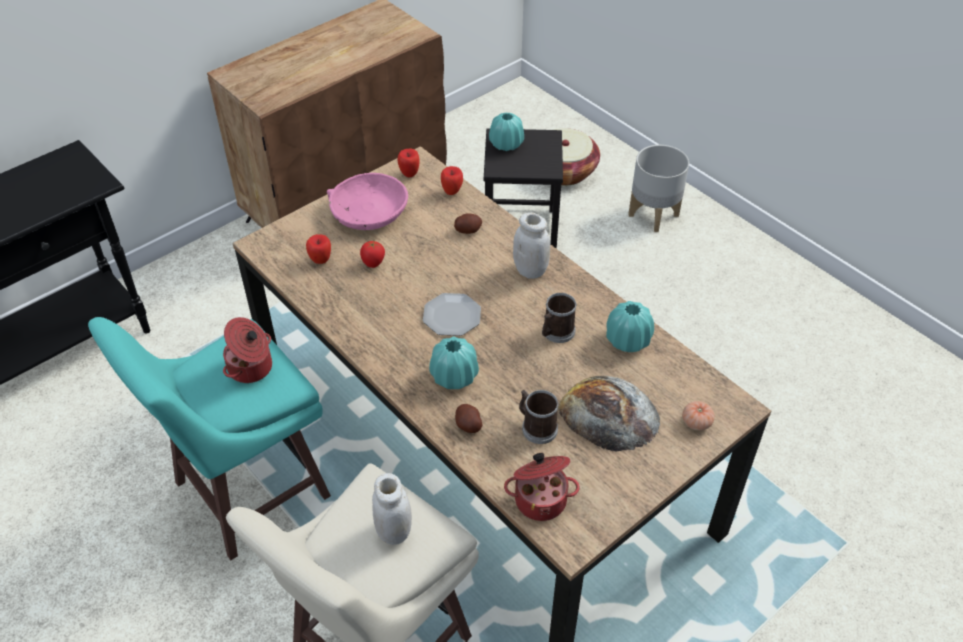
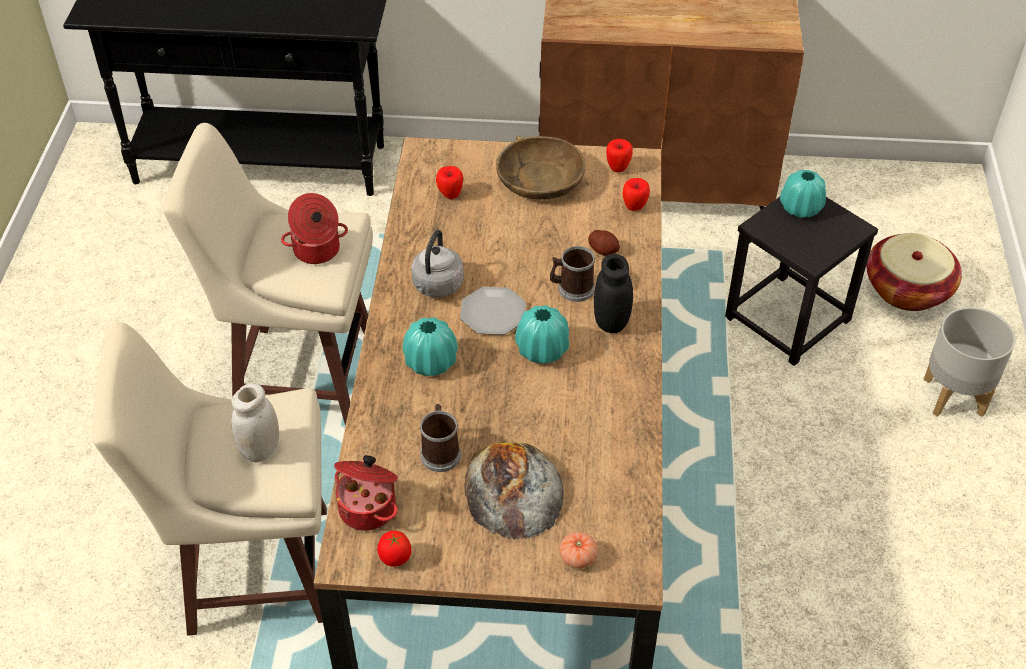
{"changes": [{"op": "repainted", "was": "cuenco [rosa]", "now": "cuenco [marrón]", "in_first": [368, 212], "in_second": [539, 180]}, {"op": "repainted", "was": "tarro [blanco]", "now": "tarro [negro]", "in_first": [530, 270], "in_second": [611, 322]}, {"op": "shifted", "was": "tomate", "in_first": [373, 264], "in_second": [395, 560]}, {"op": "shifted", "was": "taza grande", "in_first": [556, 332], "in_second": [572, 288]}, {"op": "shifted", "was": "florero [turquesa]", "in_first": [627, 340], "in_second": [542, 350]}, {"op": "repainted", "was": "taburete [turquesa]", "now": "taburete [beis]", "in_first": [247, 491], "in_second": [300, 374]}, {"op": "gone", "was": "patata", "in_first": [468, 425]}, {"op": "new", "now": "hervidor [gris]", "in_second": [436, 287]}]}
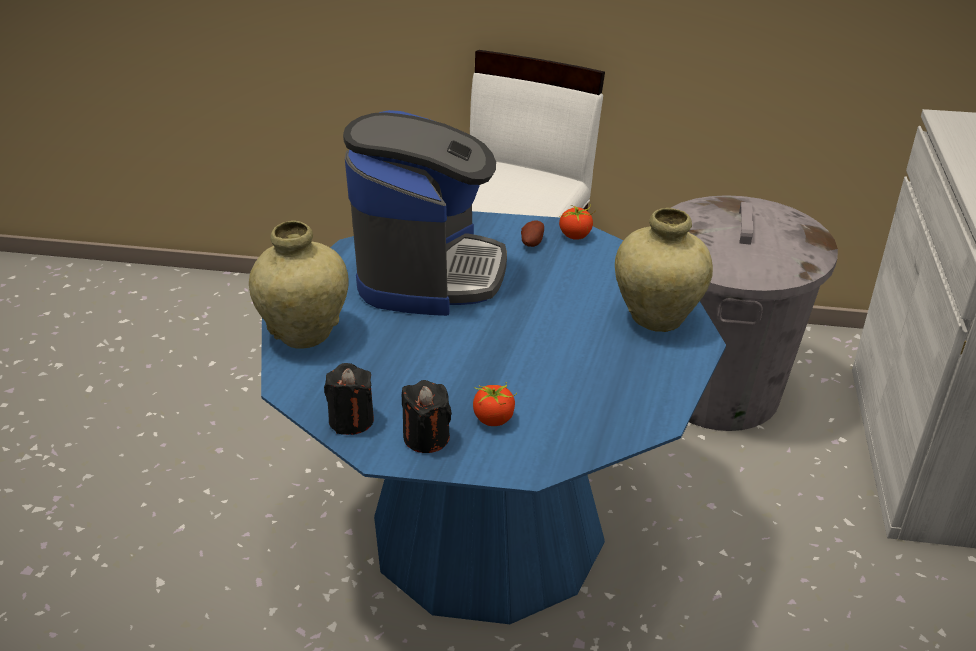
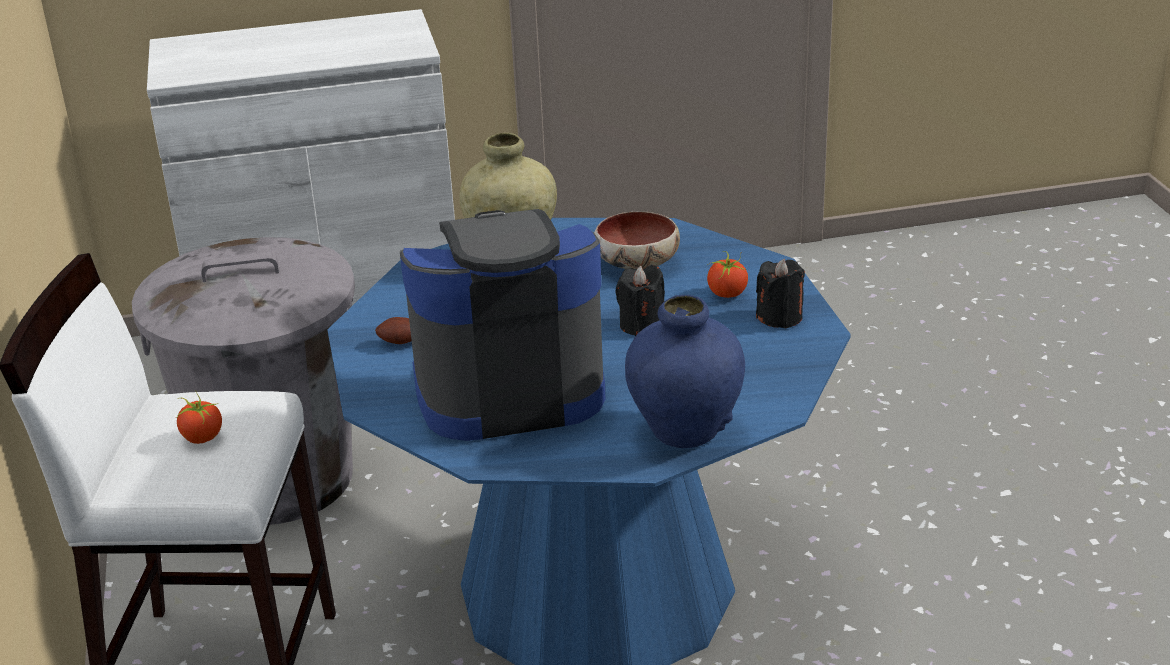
{"changes": [{"op": "shifted", "was": "tomate", "in_first": [575, 235], "in_second": [202, 437]}, {"op": "repainted", "was": "florero [beis]", "now": "florero [azul]", "in_first": [306, 333], "in_second": [685, 431]}, {"op": "shifted", "was": "vela [negro]", "in_first": [351, 420], "in_second": [642, 325]}, {"op": "new", "now": "cuenco", "in_second": [635, 265]}]}
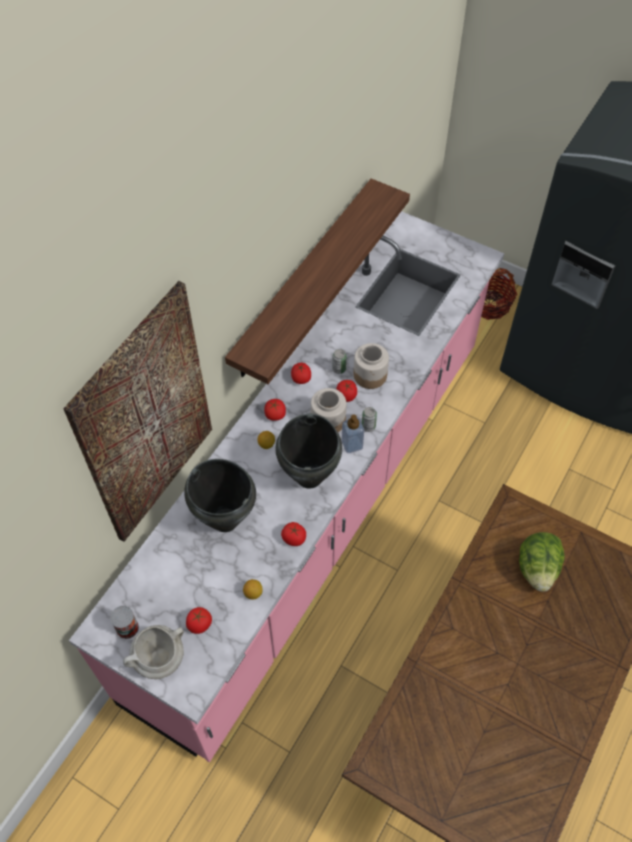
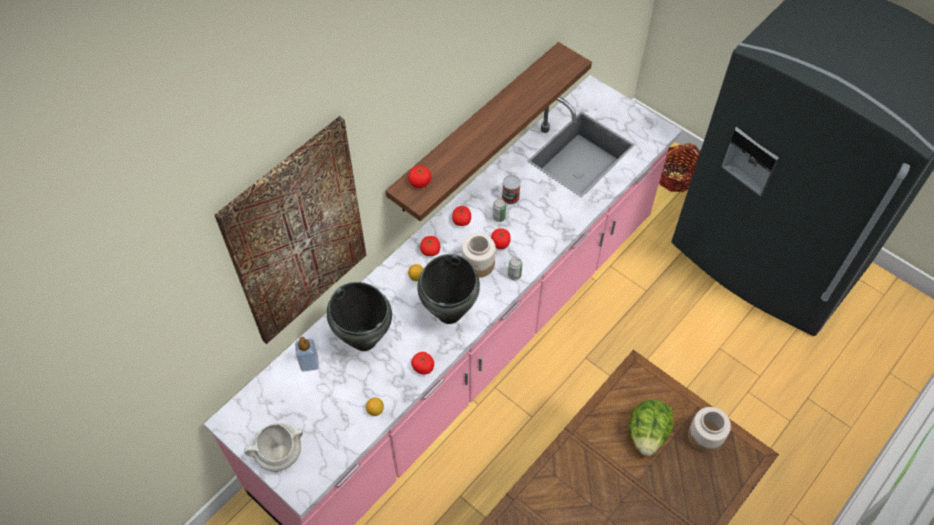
{"changes": [{"op": "shifted", "was": "tarro", "in_first": [370, 375], "in_second": [705, 436]}, {"op": "shifted", "was": "dispensador de jabón", "in_first": [352, 444], "in_second": [309, 363]}, {"op": "shifted", "was": "lata", "in_first": [127, 628], "in_second": [510, 197]}, {"op": "shifted", "was": "tomate", "in_first": [199, 624], "in_second": [420, 182]}]}
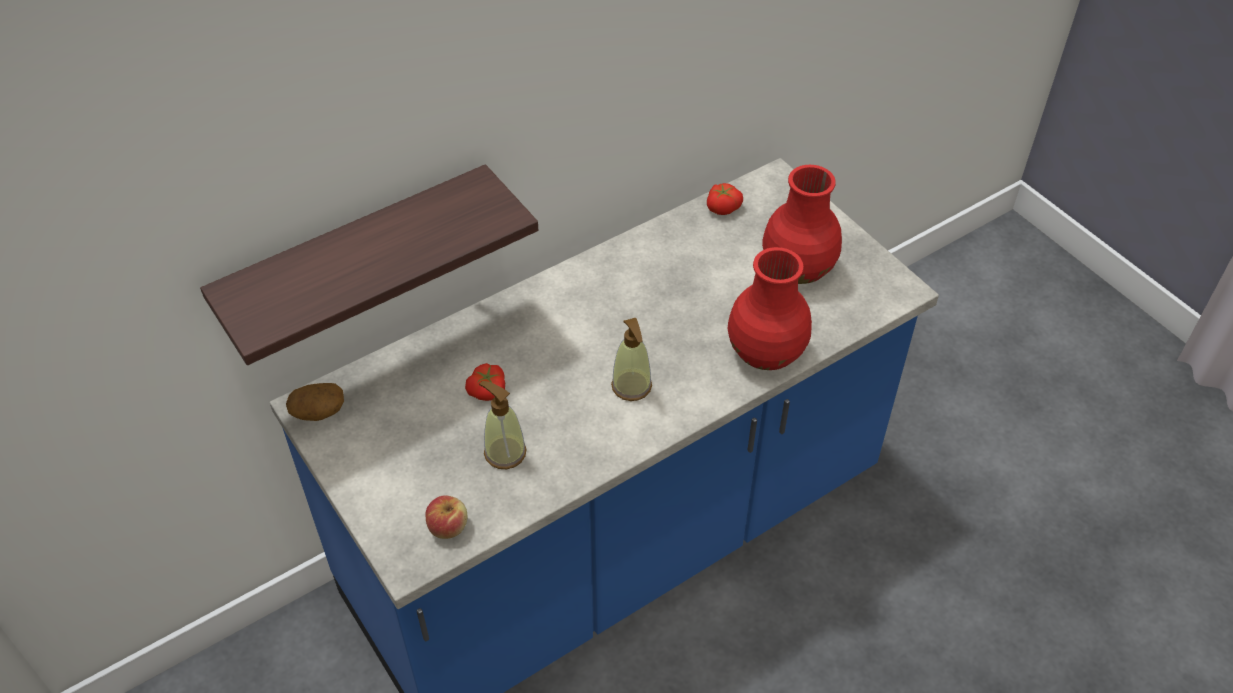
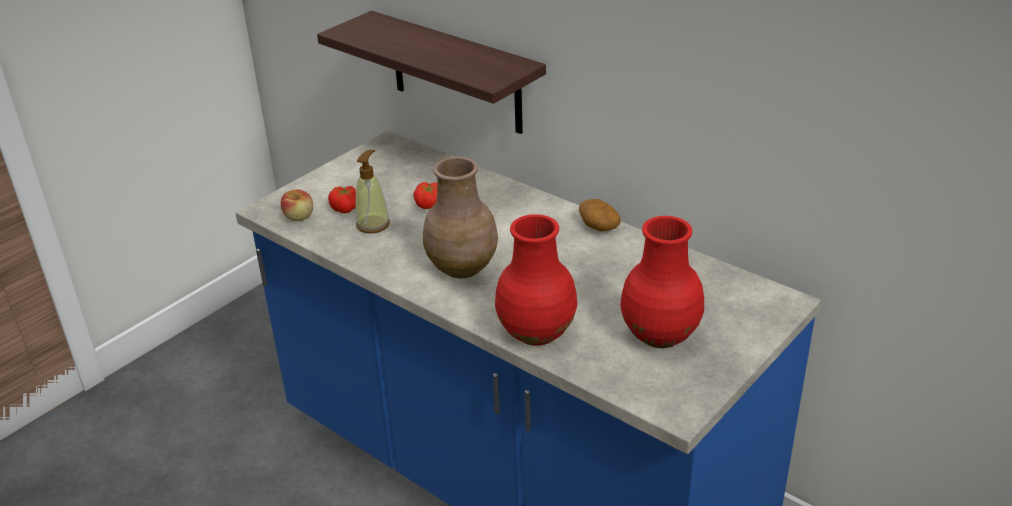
{"changes": [{"op": "shifted", "was": "tomate", "in_first": [722, 207], "in_second": [346, 208]}, {"op": "swapped", "was": "dispensador de jabón", "now": "florero [marrón]", "in_first": [631, 386], "in_second": [463, 267]}, {"op": "shifted", "was": "patata", "in_first": [318, 411], "in_second": [598, 226]}]}
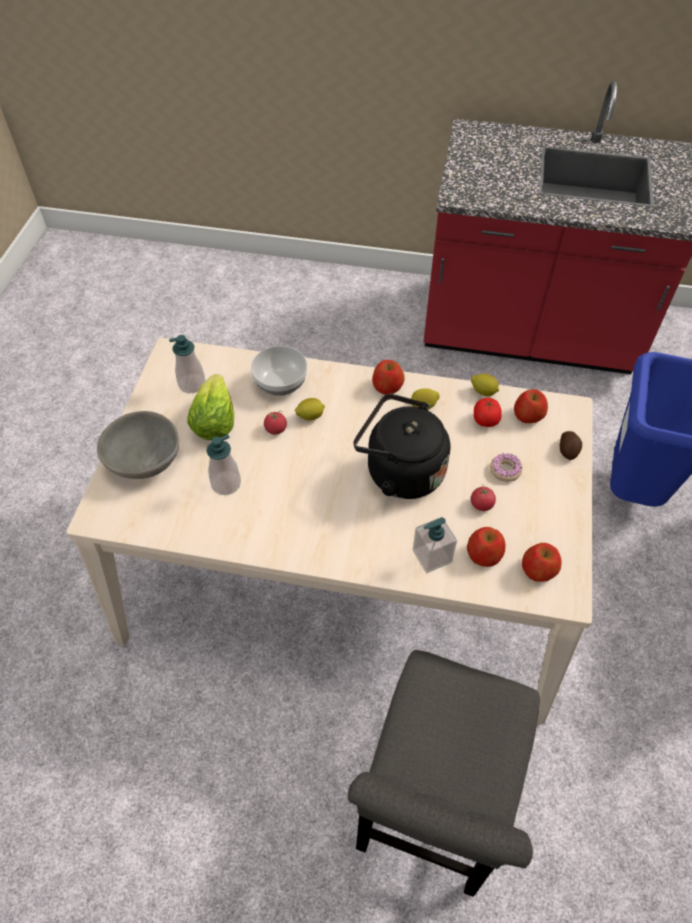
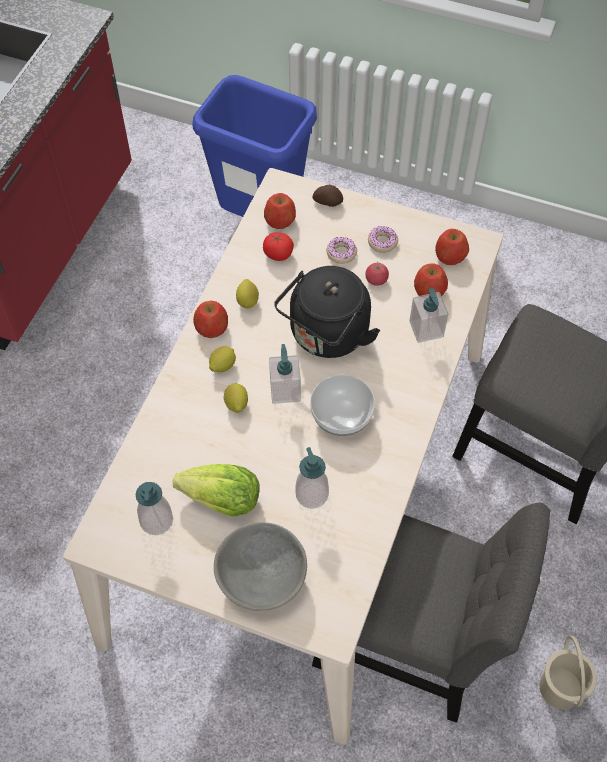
{"changes": [{"op": "shifted", "was": "cuenco", "in_first": [281, 382], "in_second": [341, 416]}, {"op": "shifted", "was": "limón", "in_first": [483, 391], "in_second": [222, 365]}, {"op": "gone", "was": "tomate", "in_first": [276, 429]}, {"op": "new", "now": "rosquilla", "in_second": [382, 242]}, {"op": "new", "now": "dispensador de jabón", "in_second": [285, 390]}, {"op": "new", "now": "silla [gris]", "in_second": [410, 645]}, {"op": "new", "now": "cubo [beis]", "in_second": [561, 687]}]}
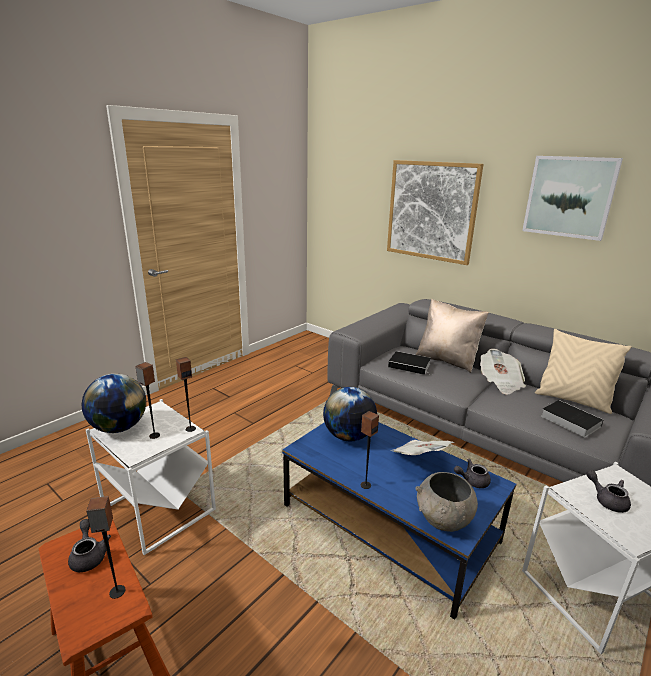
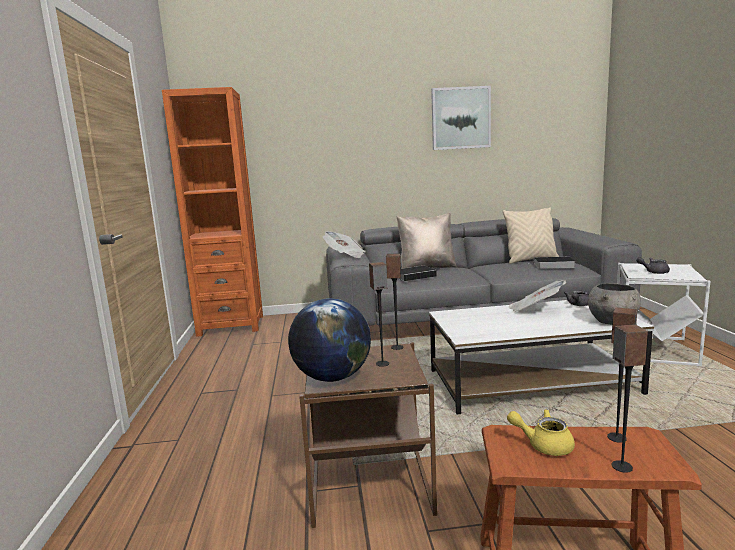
{"changes": [{"op": "gone", "was": "cuadro", "in_first": [431, 211]}, {"op": "shifted", "was": "periódico", "in_first": [500, 383], "in_second": [345, 256]}, {"op": "gone", "was": "globo terráqueo", "in_first": [349, 436]}, {"op": "repainted", "was": "mesa auxiliar [blanco]", "now": "mesa auxiliar [marrón]", "in_first": [159, 510], "in_second": [371, 486]}, {"op": "shifted", "was": "altavoz", "in_first": [365, 485], "in_second": [621, 466]}, {"op": "repainted", "was": "mesa de centro [azul]", "now": "mesa de centro [blanco]", "in_first": [390, 524], "in_second": [532, 382]}, {"op": "repainted", "was": "tetera [gris]", "now": "tetera [amarillo]", "in_first": [89, 555], "in_second": [543, 445]}, {"op": "new", "now": "estantería [naranja]", "in_second": [231, 325]}]}
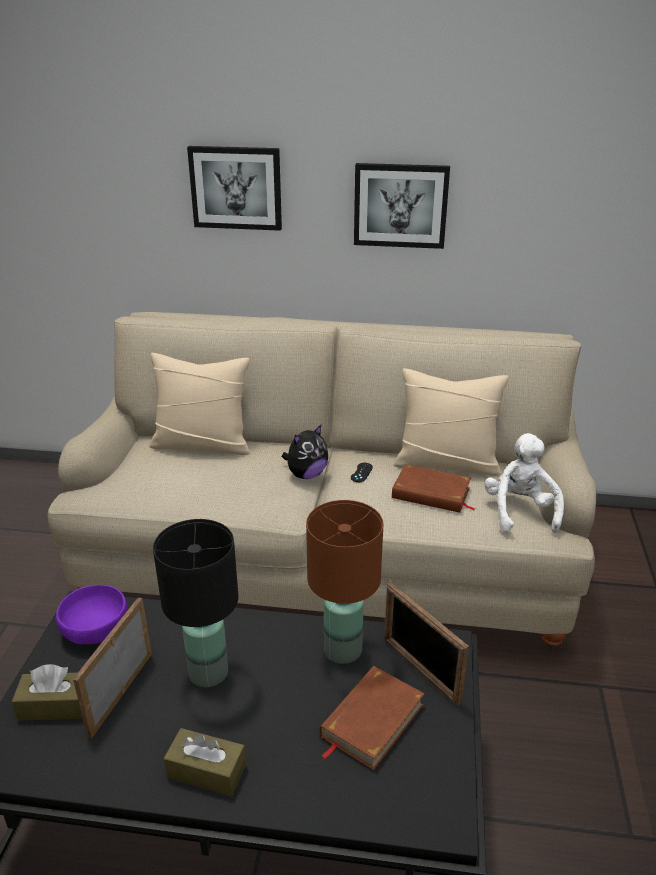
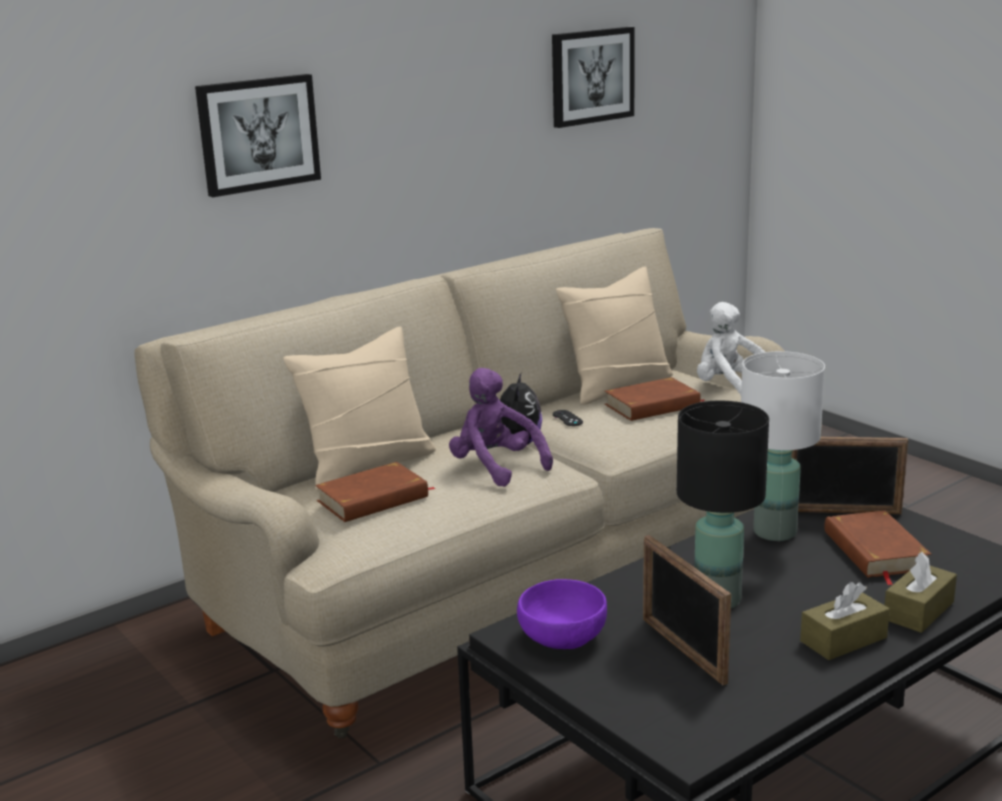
{"changes": [{"op": "shifted", "was": "cuadro", "in_first": [400, 205], "in_second": [591, 76]}, {"op": "repainted", "was": "lámpara de mesa [marrón]", "now": "lámpara de mesa [blanco]", "in_first": [343, 651], "in_second": [776, 532]}, {"op": "shifted", "was": "caja de pañuelos [marrón]", "in_first": [55, 705], "in_second": [918, 611]}, {"op": "new", "now": "peluche [morado]", "in_second": [495, 467]}, {"op": "new", "now": "libro [marrón]", "in_second": [373, 499]}]}
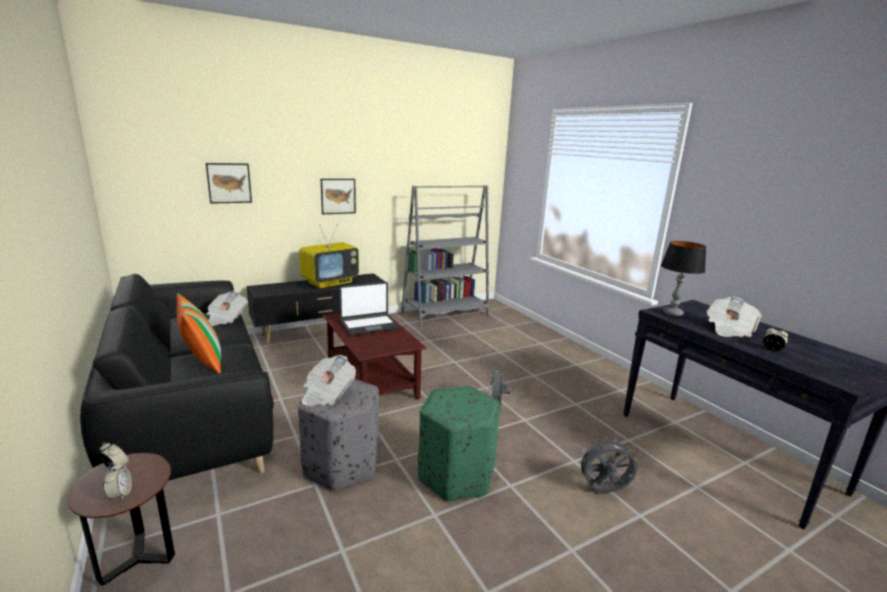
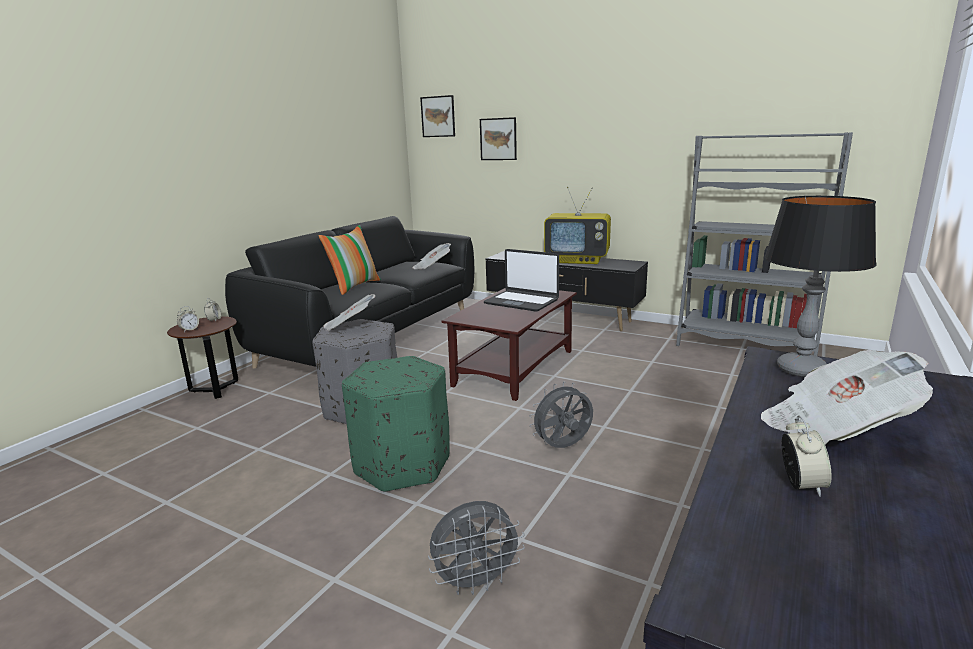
{"changes": [{"op": "shifted", "was": "cuadro", "in_first": [338, 196], "in_second": [438, 116]}, {"op": "rotated", "was": "ventilador [gris]", "in_first": [604, 491], "in_second": [476, 583], "clockwise": 105}]}
